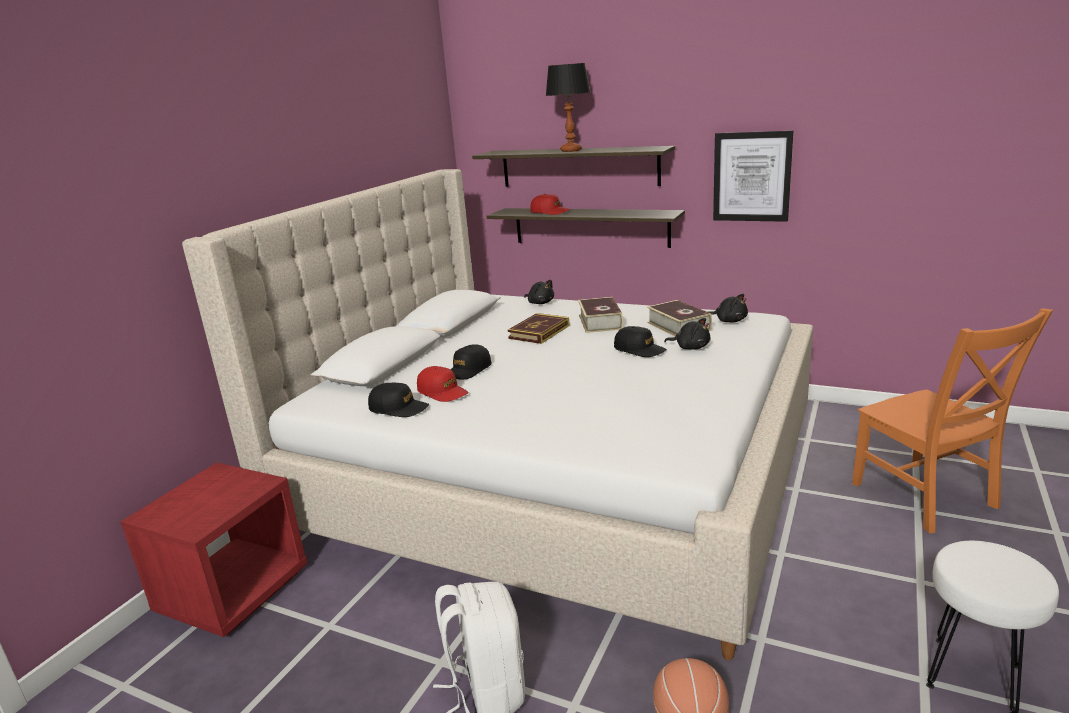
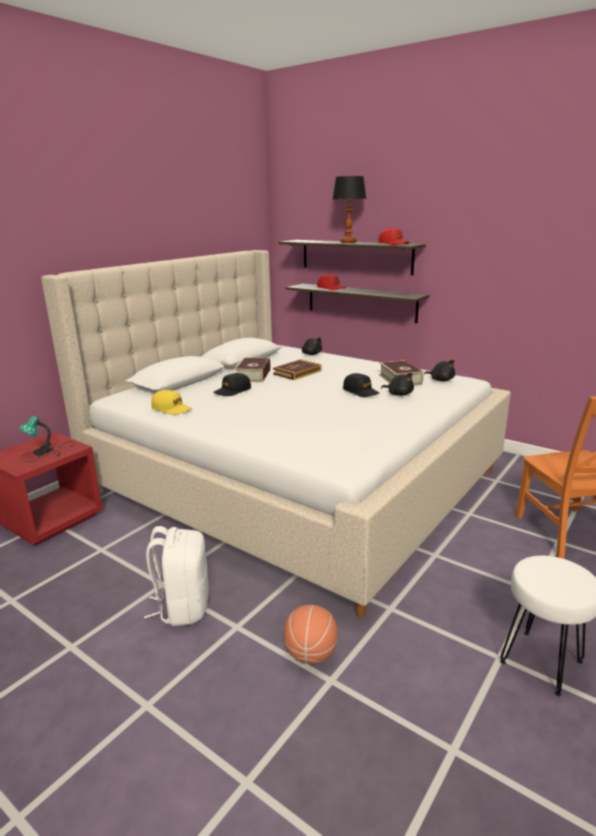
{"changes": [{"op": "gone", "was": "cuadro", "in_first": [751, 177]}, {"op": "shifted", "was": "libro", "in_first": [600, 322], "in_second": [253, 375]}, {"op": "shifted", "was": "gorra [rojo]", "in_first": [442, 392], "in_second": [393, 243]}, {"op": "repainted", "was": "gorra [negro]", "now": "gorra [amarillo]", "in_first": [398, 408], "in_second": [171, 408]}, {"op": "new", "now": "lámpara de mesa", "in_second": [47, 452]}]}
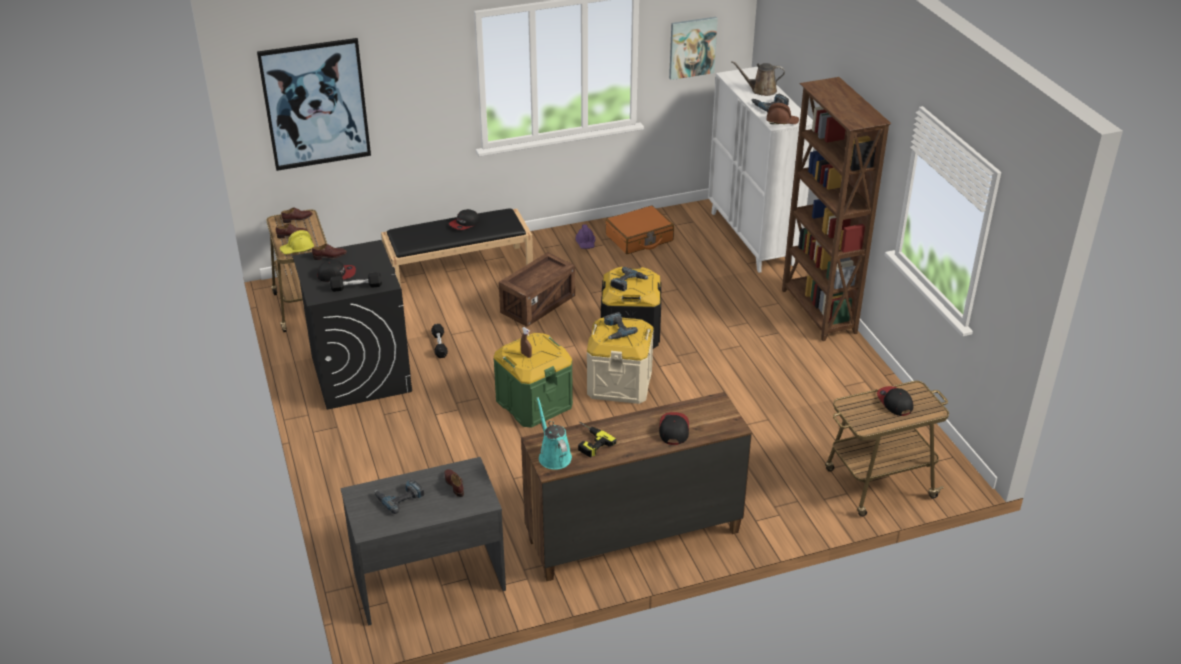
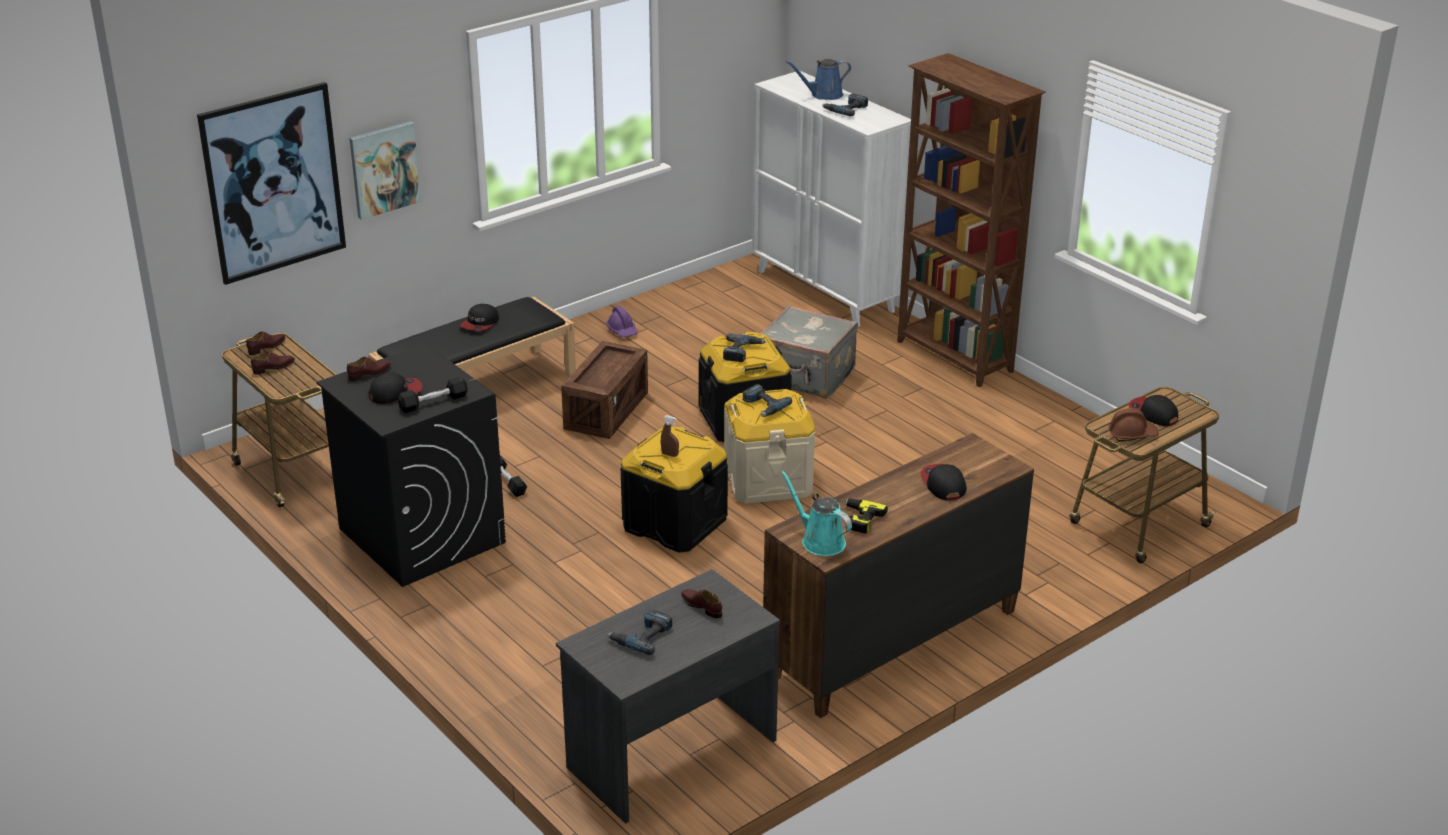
{"changes": [{"op": "shifted", "was": "cuadro", "in_first": [692, 47], "in_second": [384, 169]}, {"op": "repainted", "was": "regadera [marrón]", "now": "regadera [azul]", "in_first": [761, 90], "in_second": [823, 95]}, {"op": "shifted", "was": "casco [marrón]", "in_first": [782, 122], "in_second": [1132, 435]}, {"op": "gone", "was": "maleta [naranja]", "in_first": [639, 238]}, {"op": "gone", "was": "casco [amarillo]", "in_first": [297, 249]}, {"op": "repainted", "was": "caja de almacenaje [verde]", "now": "caja de almacenaje [negro]", "in_first": [534, 403], "in_second": [674, 523]}, {"op": "new", "now": "maleta [gris]", "in_second": [806, 377]}]}
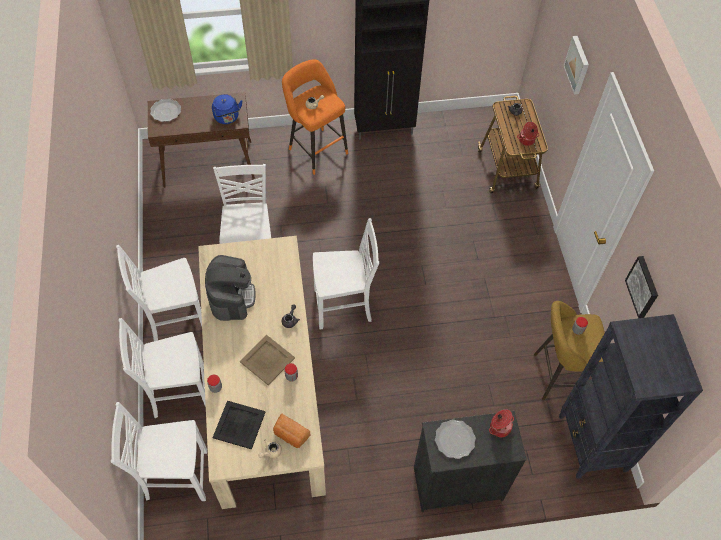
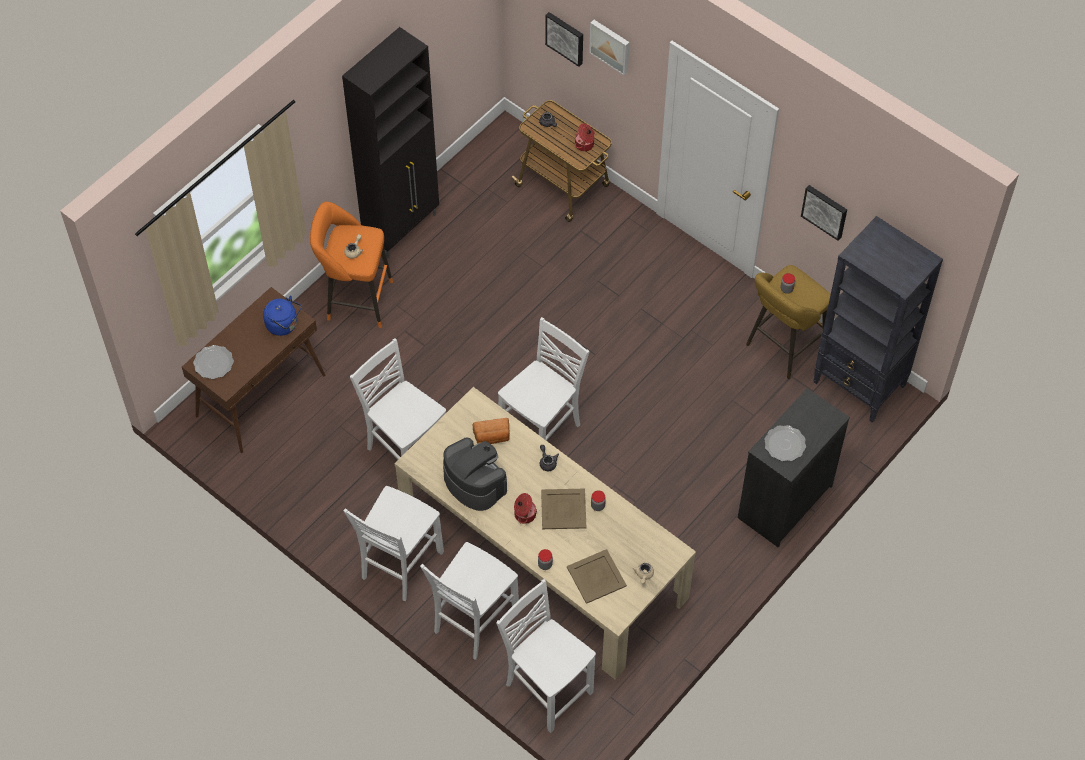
{"changes": [{"op": "repainted", "was": "bandeja [negro]", "now": "bandeja [beis]", "in_first": [238, 425], "in_second": [596, 577]}, {"op": "rotated", "was": "silla [blanco]", "in_first": [175, 476], "in_second": [547, 688], "clockwise": 90}, {"op": "shifted", "was": "olla", "in_first": [499, 427], "in_second": [524, 514]}, {"op": "shifted", "was": "pan", "in_first": [291, 435], "in_second": [492, 437]}, {"op": "new", "now": "cuadro", "in_second": [565, 37]}]}
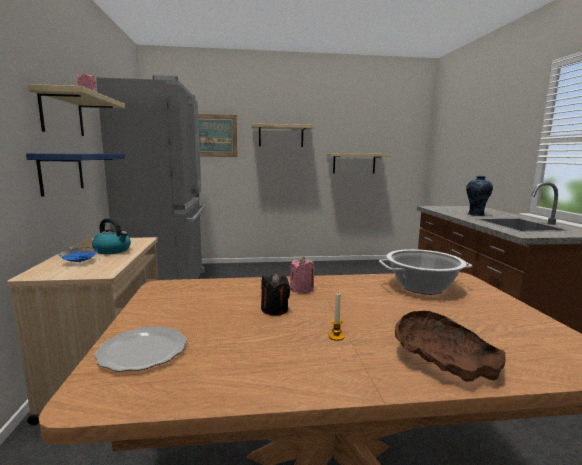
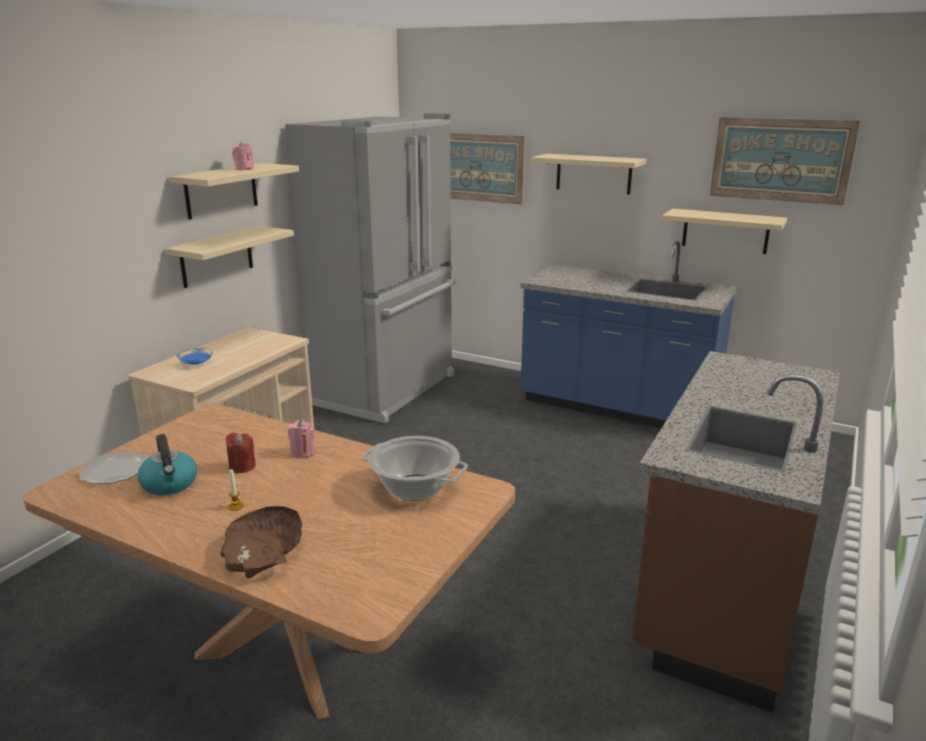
{"changes": [{"op": "repainted", "was": "estante [azul]", "now": "estante [beis]", "in_first": [61, 172], "in_second": [217, 256]}, {"op": "gone", "was": "florero", "in_first": [476, 214]}, {"op": "shifted", "was": "hervidor", "in_first": [113, 250], "in_second": [170, 484]}, {"op": "repainted", "was": "vela [negro]", "now": "vela [rojo]", "in_first": [274, 310], "in_second": [242, 466]}, {"op": "new", "now": "cuadro", "in_second": [780, 160]}, {"op": "new", "now": "mueble bajo de cocina [azul]", "in_second": [617, 408]}]}
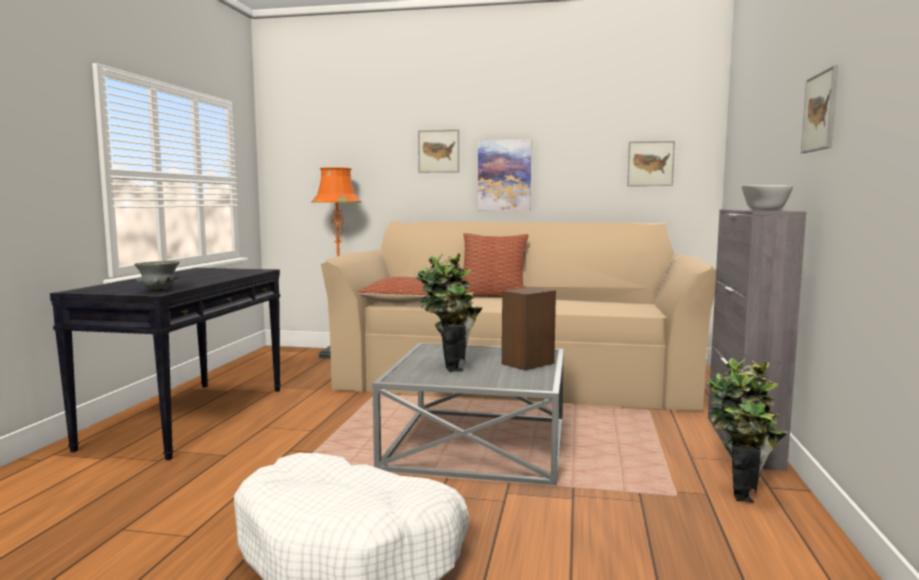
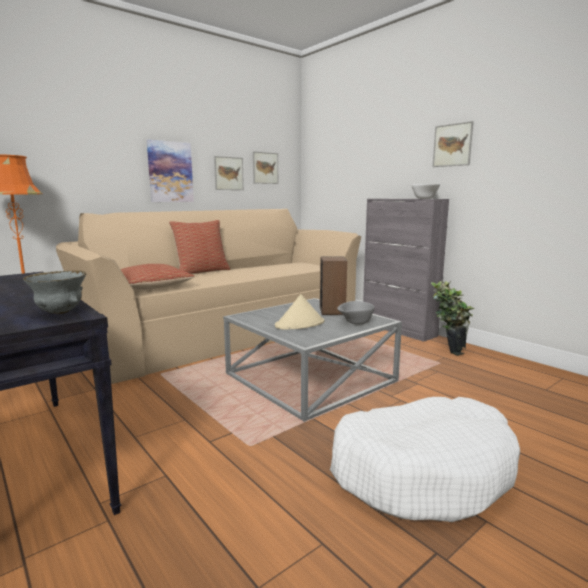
{"changes": [{"op": "shifted", "was": "cuadro", "in_first": [438, 151], "in_second": [228, 173]}, {"op": "swapped", "was": "planta en maceta", "now": "sombrero [beis]", "in_first": [450, 365], "in_second": [300, 324]}, {"op": "new", "now": "cuenco [gris]", "in_second": [354, 323]}]}
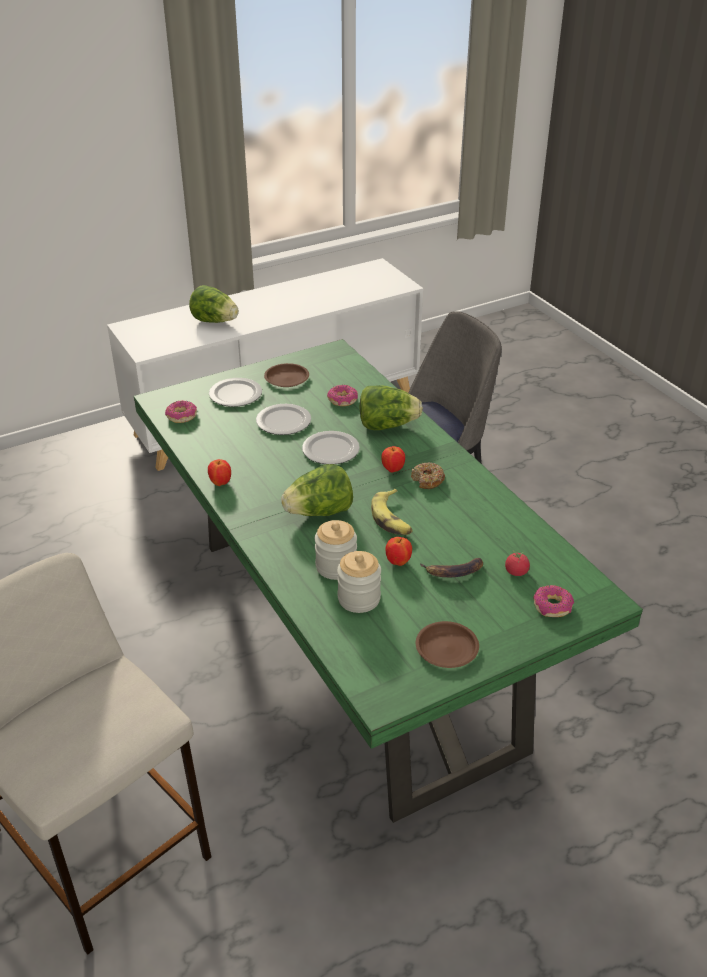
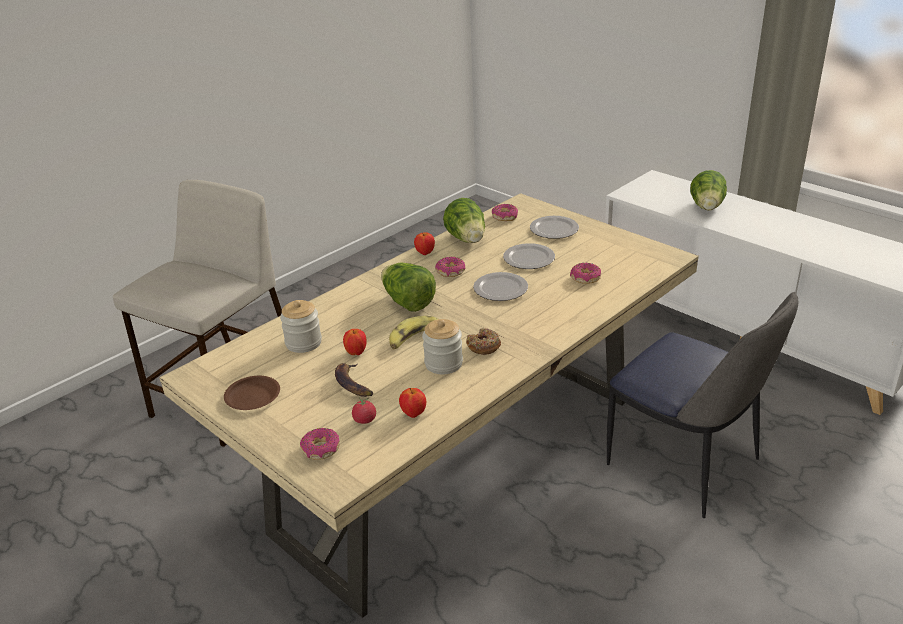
{"changes": [{"op": "repainted", "was": "mesa de comedor [verde]", "now": "mesa de comedor [beis]", "in_first": [355, 642], "in_second": [459, 466]}, {"op": "gone", "was": "plato [marrón]", "in_first": [286, 378]}, {"op": "shifted", "was": "lechuga", "in_first": [387, 425], "in_second": [467, 239]}, {"op": "shifted", "was": "manzana", "in_first": [393, 469], "in_second": [413, 414]}, {"op": "shifted", "was": "tarro", "in_first": [336, 566], "in_second": [443, 363]}, {"op": "new", "now": "rosquilla", "in_second": [450, 272]}]}
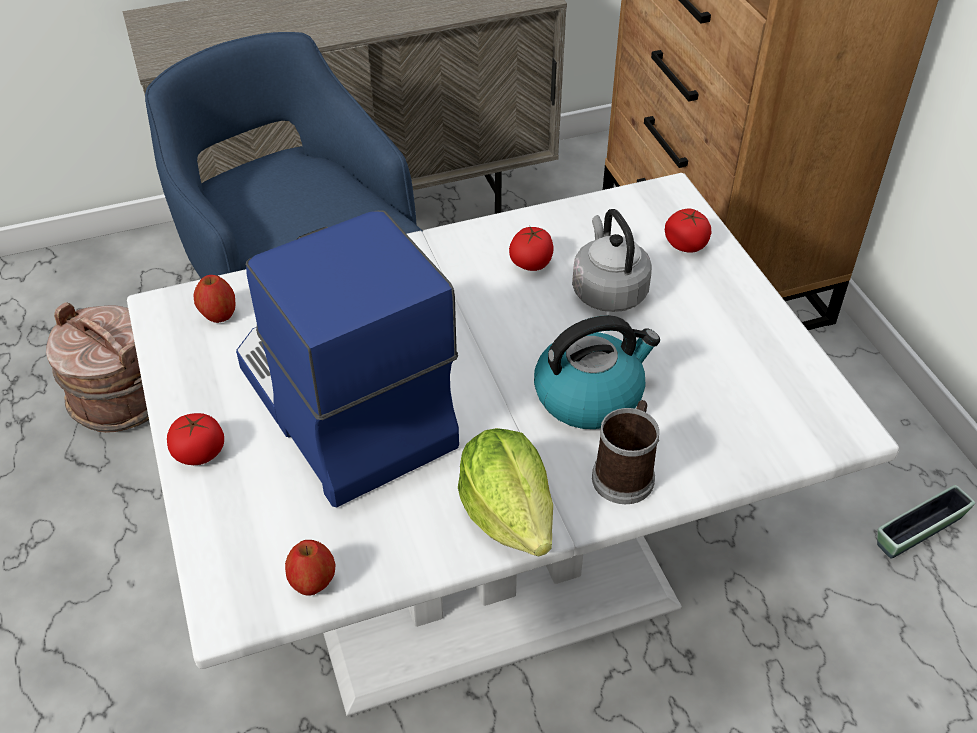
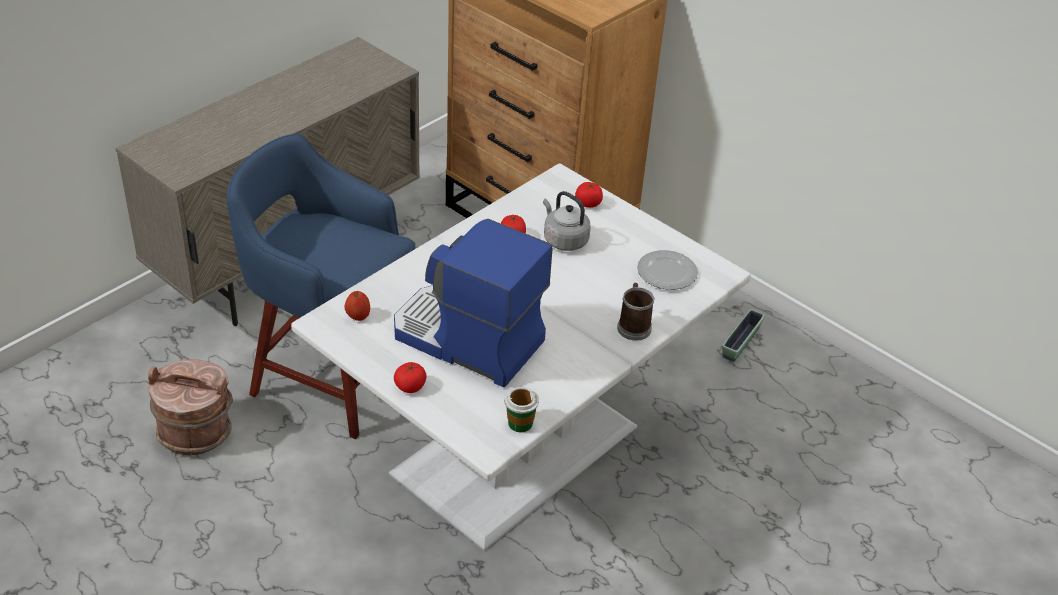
{"changes": [{"op": "gone", "was": "hervidor", "in_first": [590, 395]}, {"op": "gone", "was": "lechuga", "in_first": [508, 514]}, {"op": "swapped", "was": "manzana", "now": "taza", "in_first": [312, 583], "in_second": [520, 423]}, {"op": "new", "now": "plato", "in_second": [666, 272]}]}
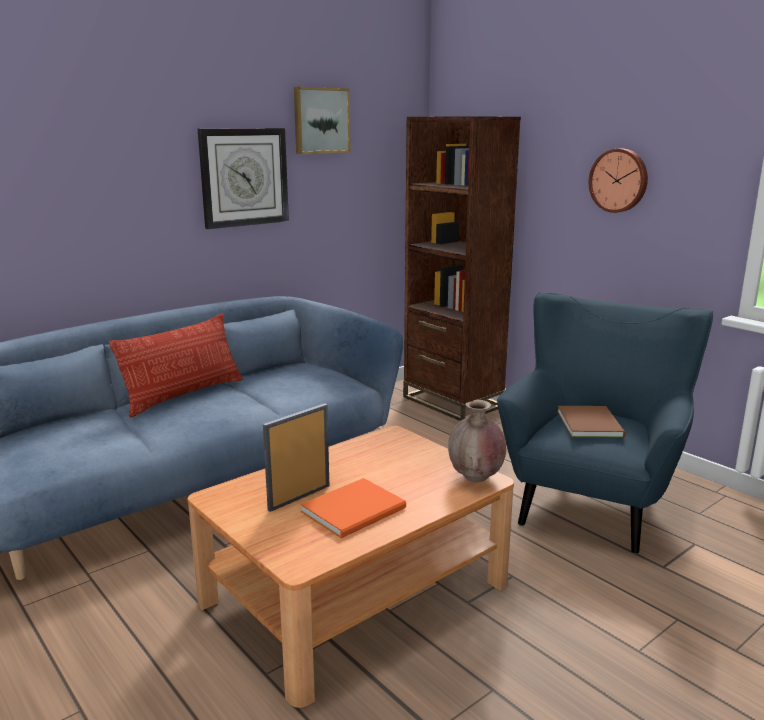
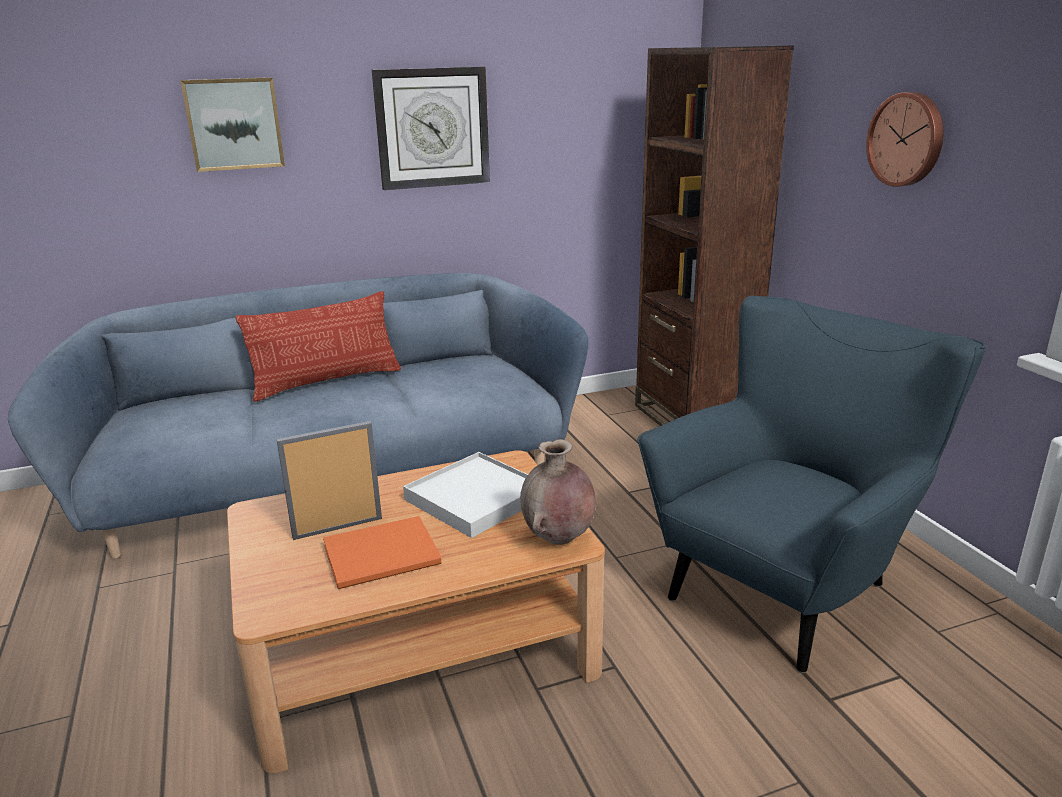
{"changes": [{"op": "shifted", "was": "cuadro", "in_first": [320, 120], "in_second": [234, 124]}, {"op": "gone", "was": "libro [marrón]", "in_first": [591, 423]}, {"op": "new", "now": "bandeja [blanco]", "in_second": [476, 498]}]}
